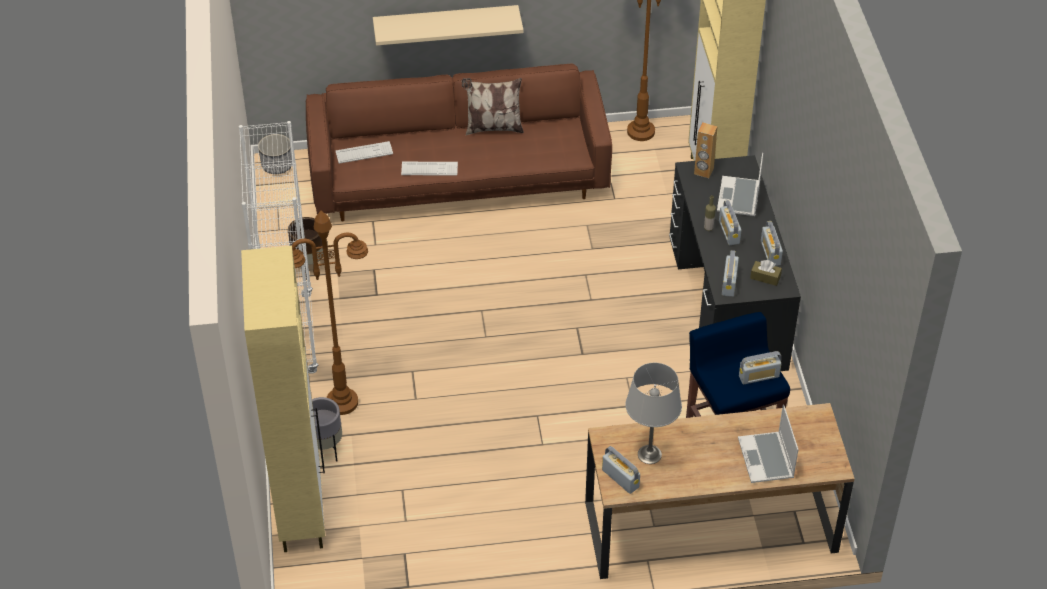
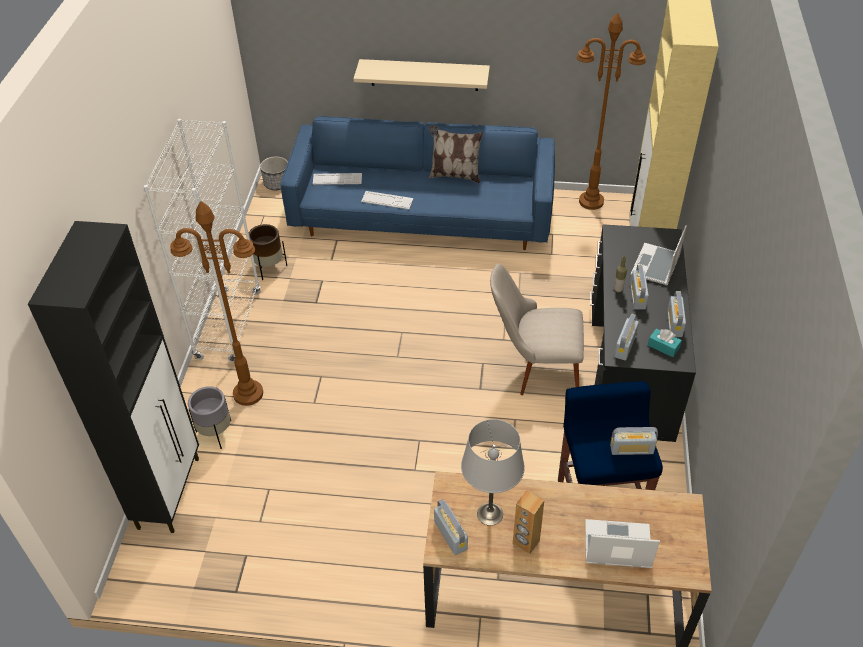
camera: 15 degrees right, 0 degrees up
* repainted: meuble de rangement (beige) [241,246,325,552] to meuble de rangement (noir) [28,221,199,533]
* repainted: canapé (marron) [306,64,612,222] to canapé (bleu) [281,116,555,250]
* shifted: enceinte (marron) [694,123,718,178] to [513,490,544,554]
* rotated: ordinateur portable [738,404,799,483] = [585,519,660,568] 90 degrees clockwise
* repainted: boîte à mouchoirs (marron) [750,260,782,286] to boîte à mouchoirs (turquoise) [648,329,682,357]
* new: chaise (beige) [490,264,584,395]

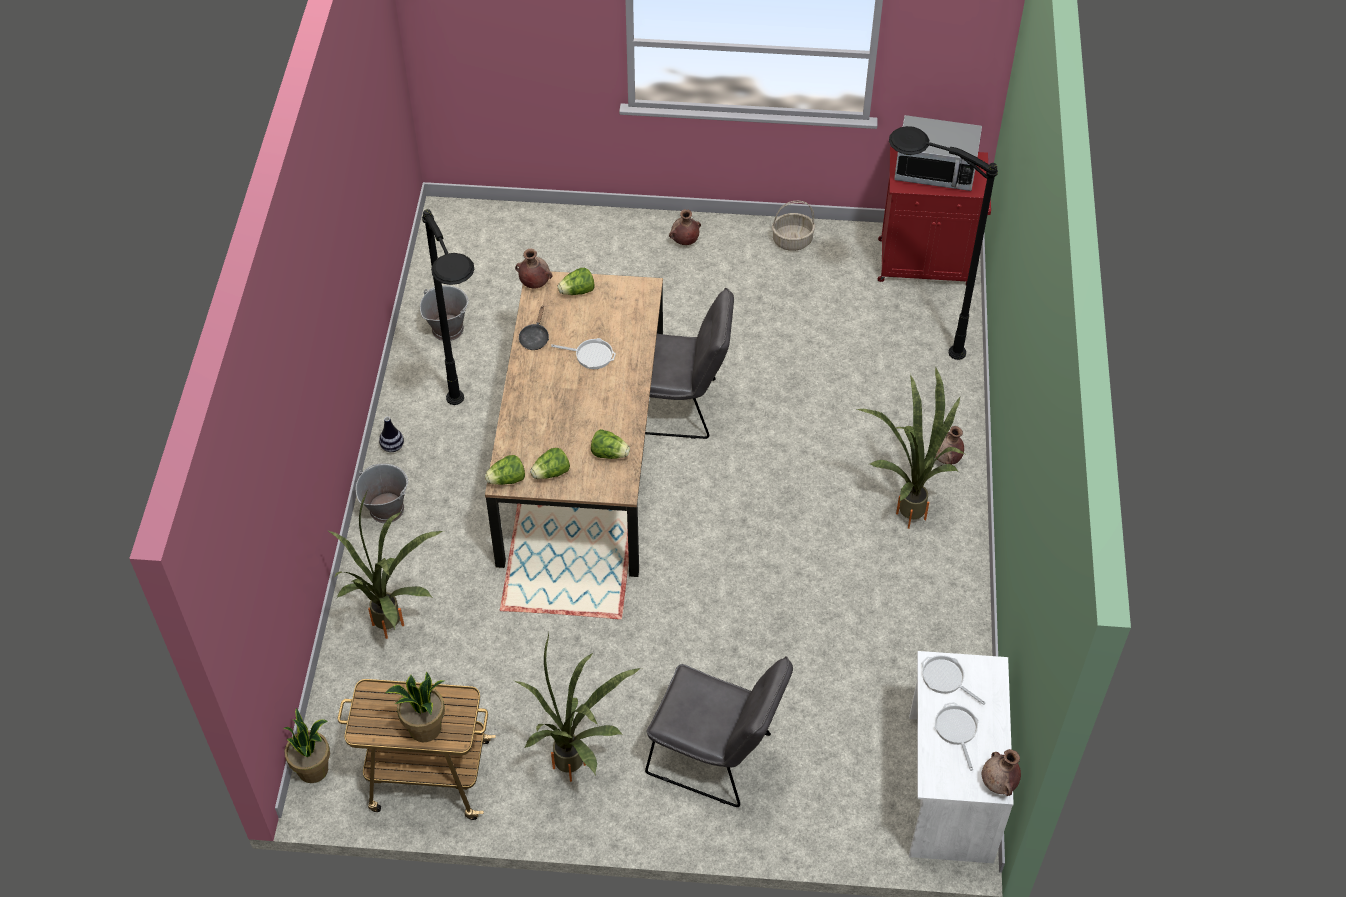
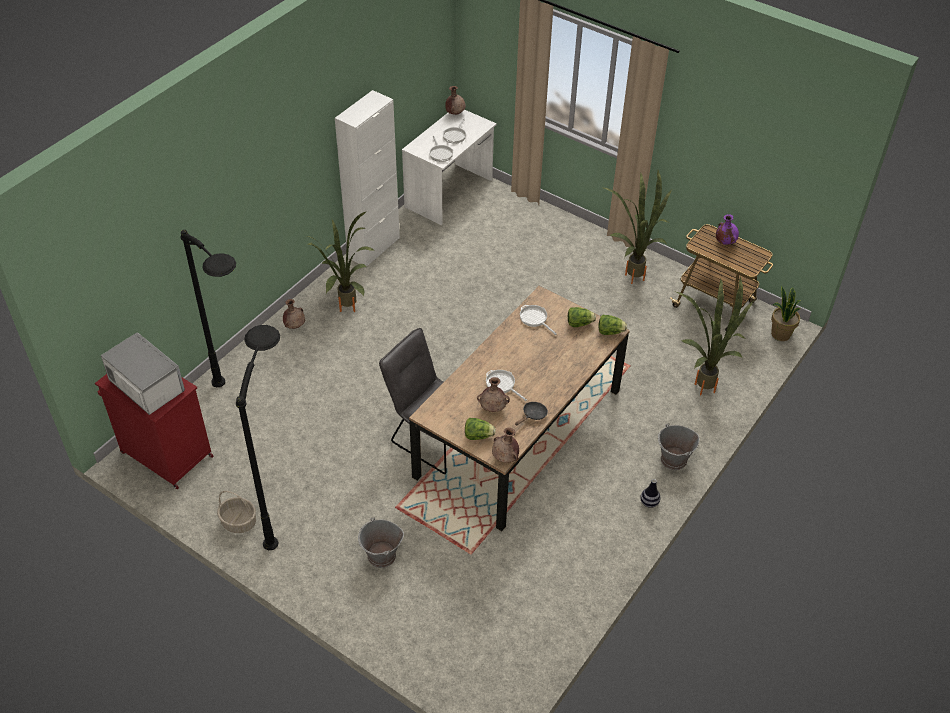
camera: 150 degrees left, 5 degrees down
* swapped: plante en pot [385,671,445,742] to vase (violet) [716,214,739,245]
* shifted: seau (gris) [420,285,469,341] to [358,517,404,568]
* shifted: lampadaire (noir) [422,209,474,405] to [236,325,280,550]
* swapped: laitue [591,429,630,459] to poêle [520,305,557,335]
* gone: chaise (gris) [645,656,793,807]
* shifted: vase (marron) [669,209,701,245] to [477,377,510,412]
* new: meuble de rangement (blanc) [335,90,400,266]

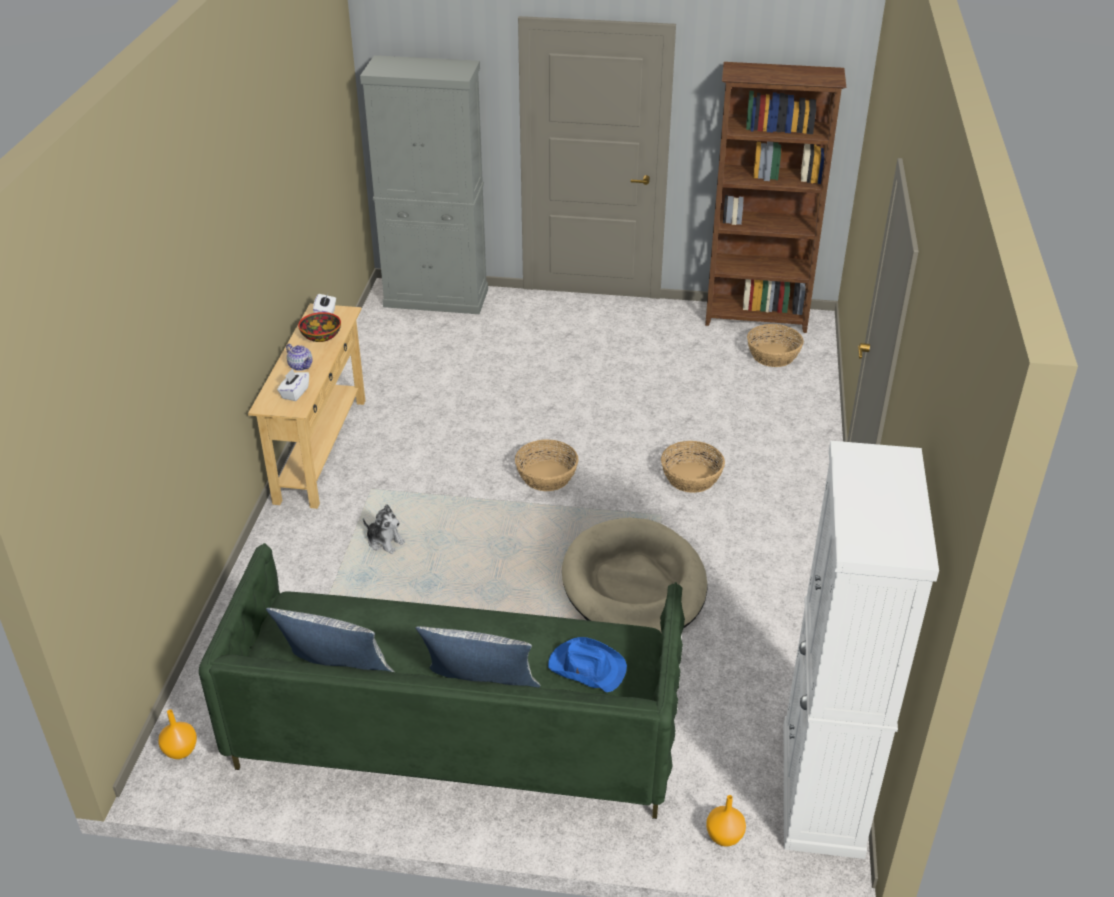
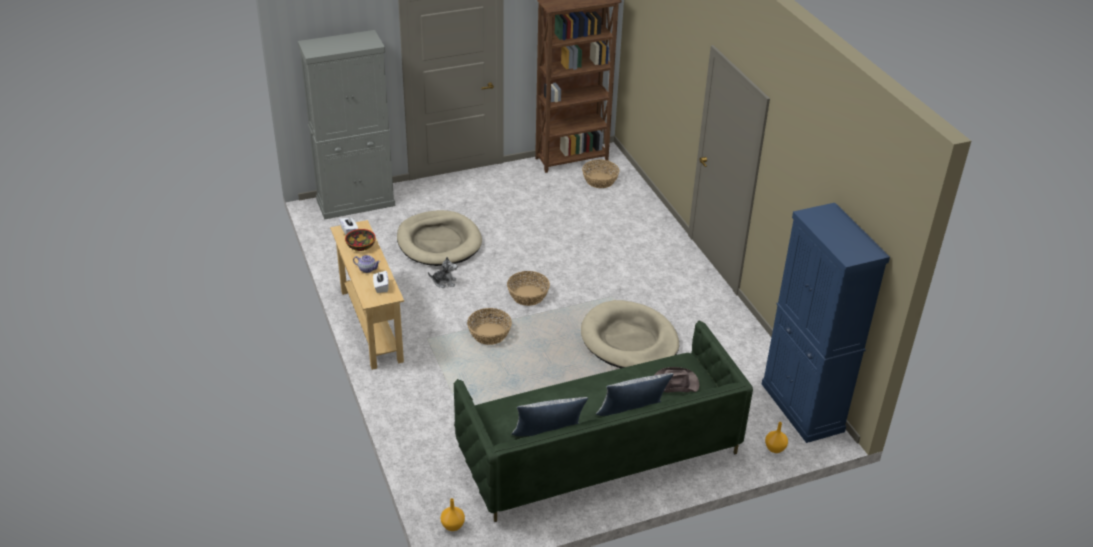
camera: 30 degrees left, 0 degrees up
* shifted: peluche [363,504,405,554] to [428,257,457,288]
* repainted: chapeau (bleu) [548,637,627,692] to chapeau (marron) [654,367,699,393]
* shifted: panier [661,441,725,493] to [467,308,512,345]
* repainted: meuble de rangement (blanc) [784,441,939,859] to meuble de rangement (bleu) [762,203,890,443]
* new: panier pour chien (beige) [397,210,482,266]

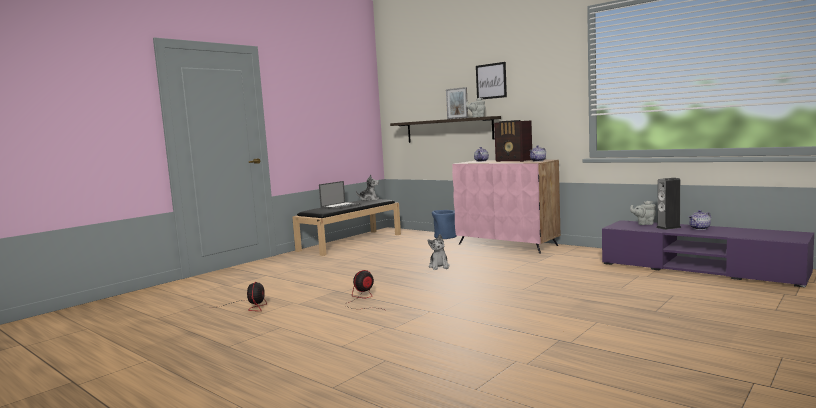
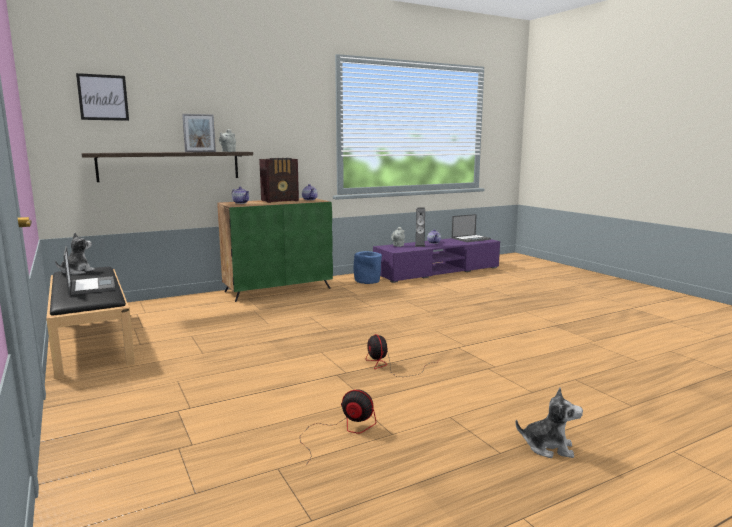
camera: 70 degrees left, 5 degrees up
* shifted: peluche [427,234,450,270] to [516,388,583,458]
* shifted: cache-pot (bleu) [432,210,456,239] to [353,251,382,284]
* repainted: meuble de rangement (rose) [452,160,561,254] to meuble de rangement (vert) [217,198,333,302]
* shifted: tableau [476,62,507,100] to [76,73,129,121]
* new: ordinateur portable [452,214,491,242]

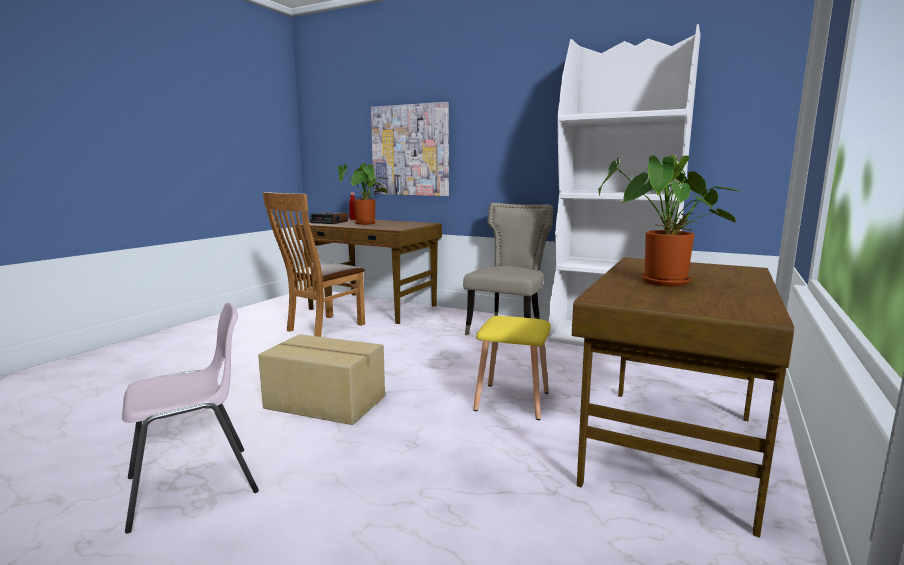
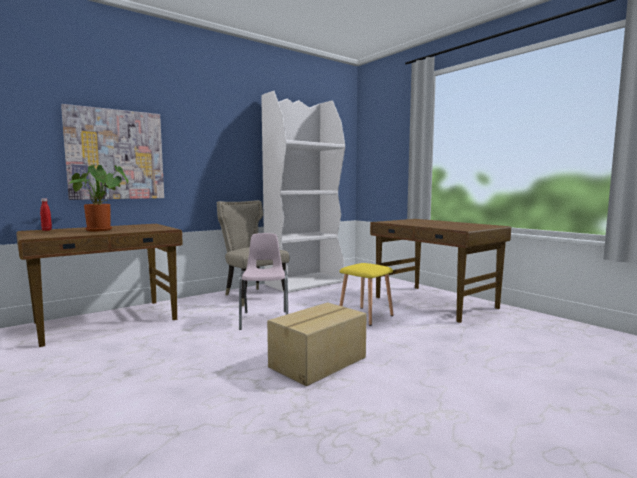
camera: 65 degrees left, 5 degrees down
* shifted: chaise (rose) [122,302,259,533] to [239,233,288,330]
* gone: chaise (marron) [263,192,365,337]
* gone: réveil [310,212,348,224]
* gone: plante en pot [598,154,741,287]

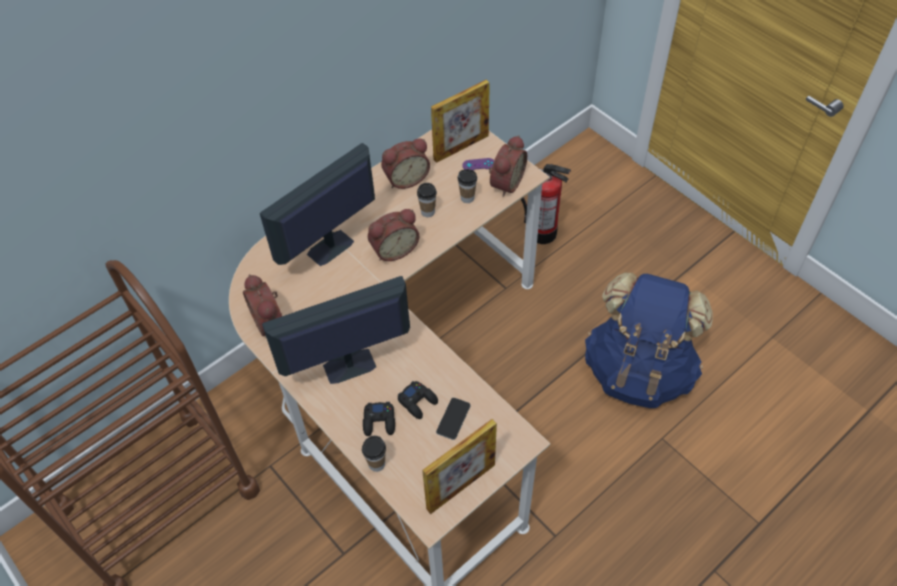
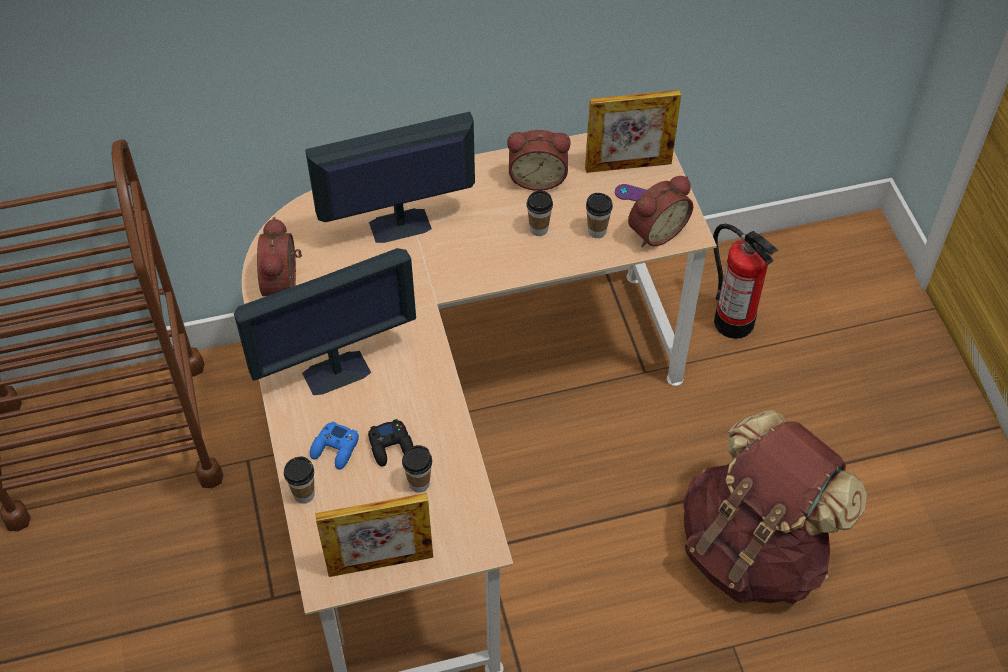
camera: 25 degrees right, 0 degrees up
* rotated: écran d'ordinateur [262,276,410,384] = [234,248,416,395] 150 degrees clockwise
* repainted: manette (noir) [363,402,395,436] to manette (bleu) [310,421,359,470]
* gone: réveil [368,209,419,261]
* swapped: téléphone [436,398,470,440] to tasse [402,445,432,493]
* repainted: sac à dos (bleu) [585,273,713,408] to sac à dos (marron) [683,410,867,605]

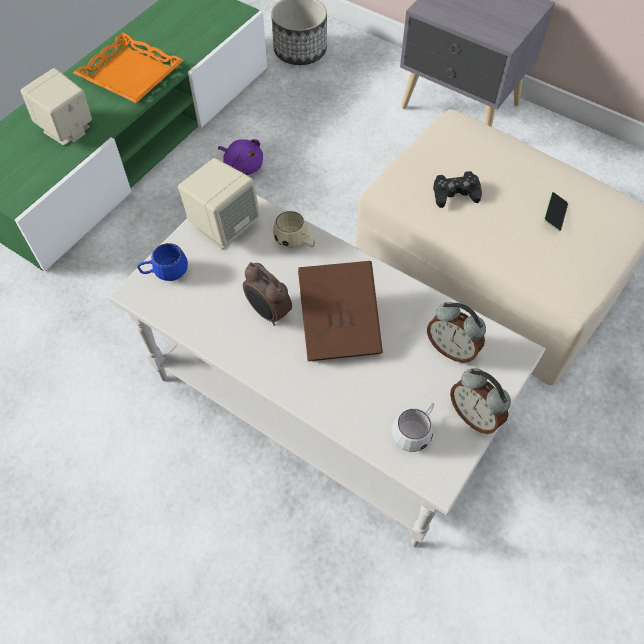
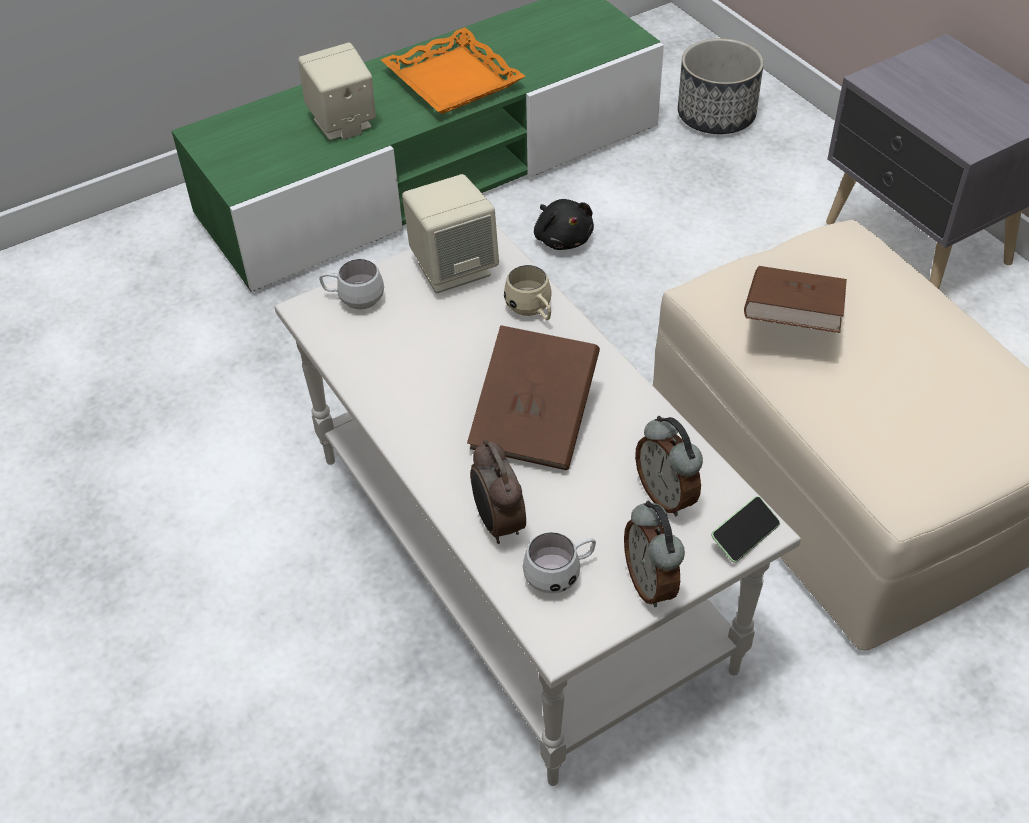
camera: 25 degrees right, 10 degrees down
* repainted: mug (bleu) [137,243,188,281] to mug (blanc) [319,259,384,310]
* repainted: peluche (violet) [218,139,263,175] to peluche (noir) [534,199,594,250]
* shifted: réveil [243,262,292,326] to [470,439,526,544]
* swapped: manette (noir) [433,171,482,208] to livre (marron) [744,266,847,333]
* shifted: téléphone [544,192,568,231] to [711,496,780,563]

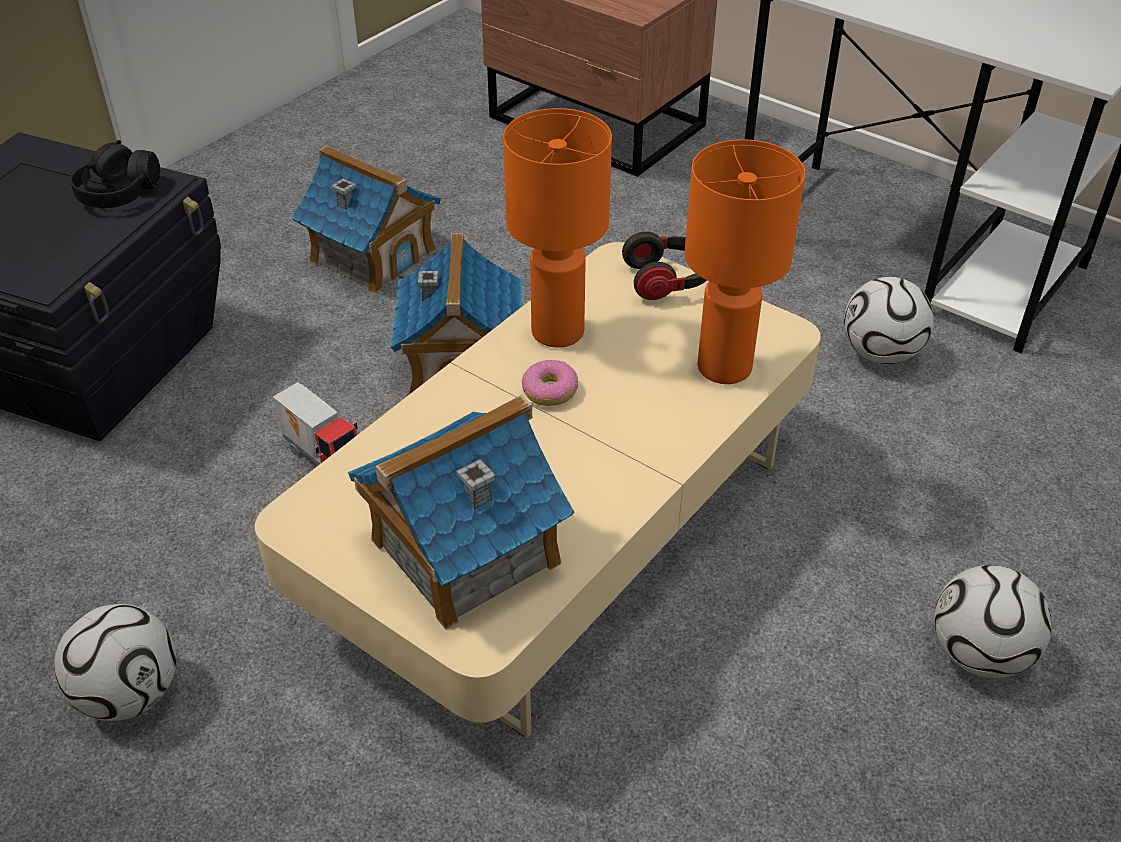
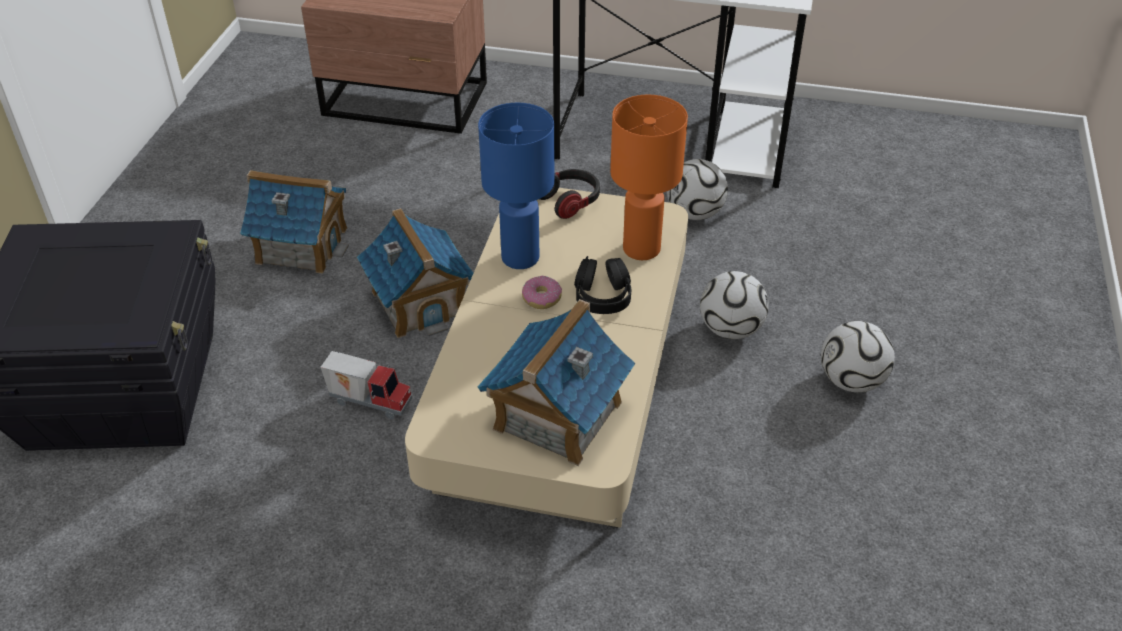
camera: 25 degrees left, 0 degrees up
* shifted: ballon de foot [54,604,176,721] to [700,271,769,339]
* shifted: casque audio (noir) [70,140,161,208] to [574,256,632,314]
* repainted: lampe de table (orange) [503,108,612,348] to lampe de table (bleu) [478,103,555,269]

